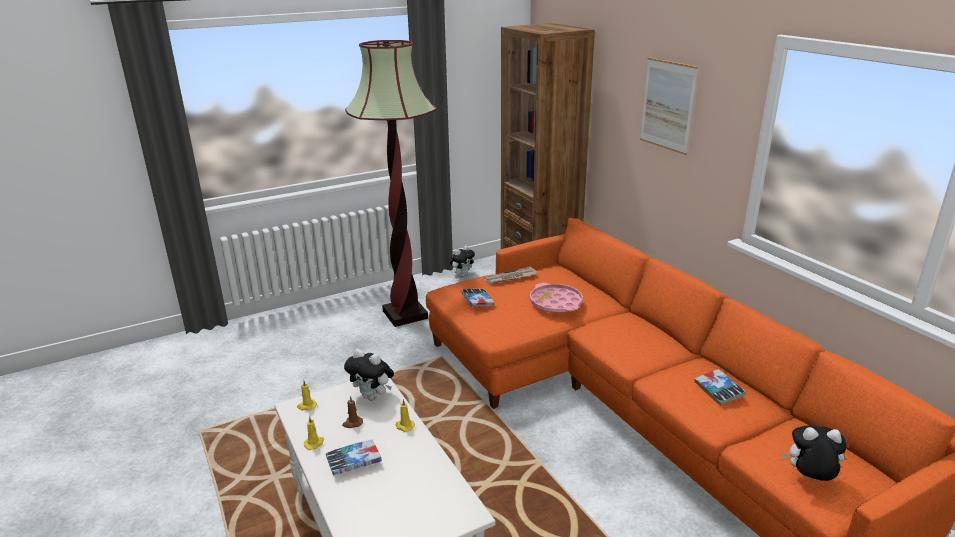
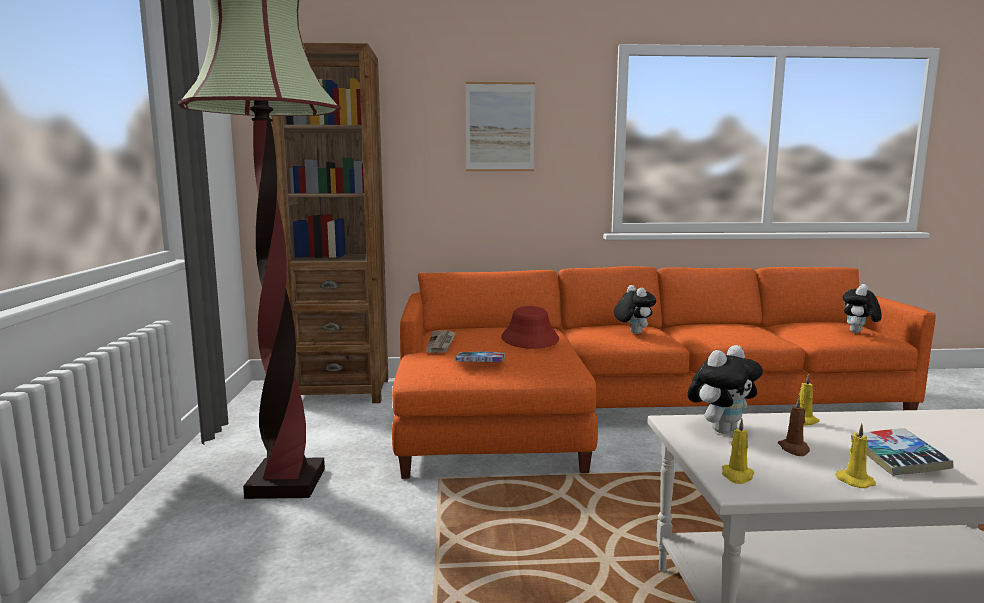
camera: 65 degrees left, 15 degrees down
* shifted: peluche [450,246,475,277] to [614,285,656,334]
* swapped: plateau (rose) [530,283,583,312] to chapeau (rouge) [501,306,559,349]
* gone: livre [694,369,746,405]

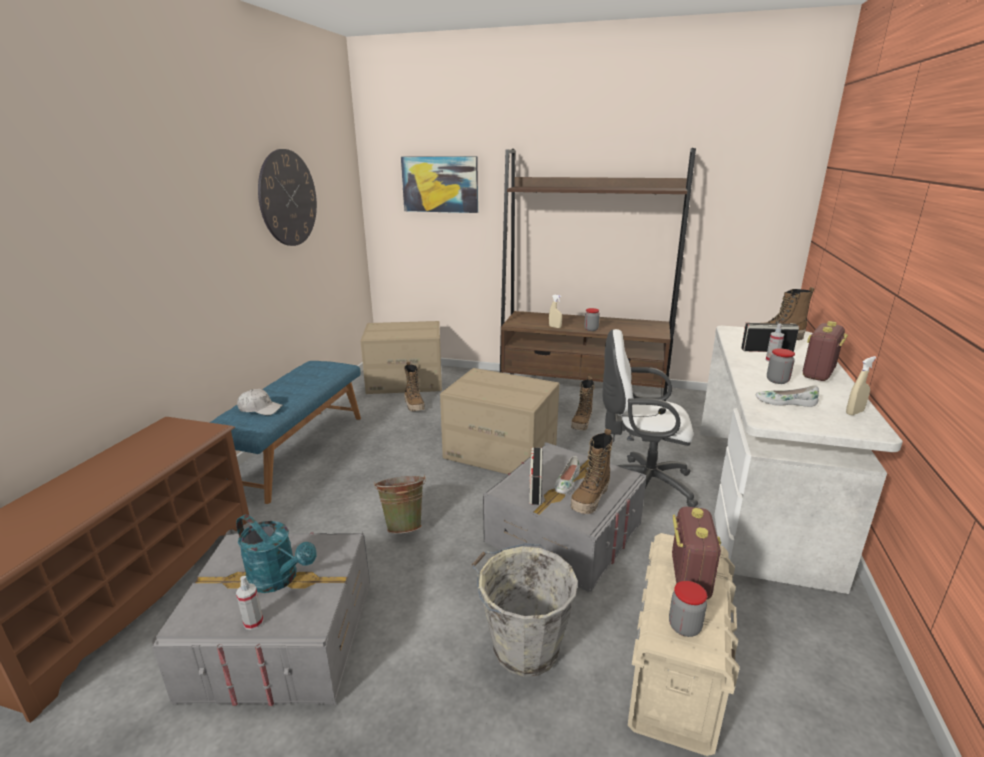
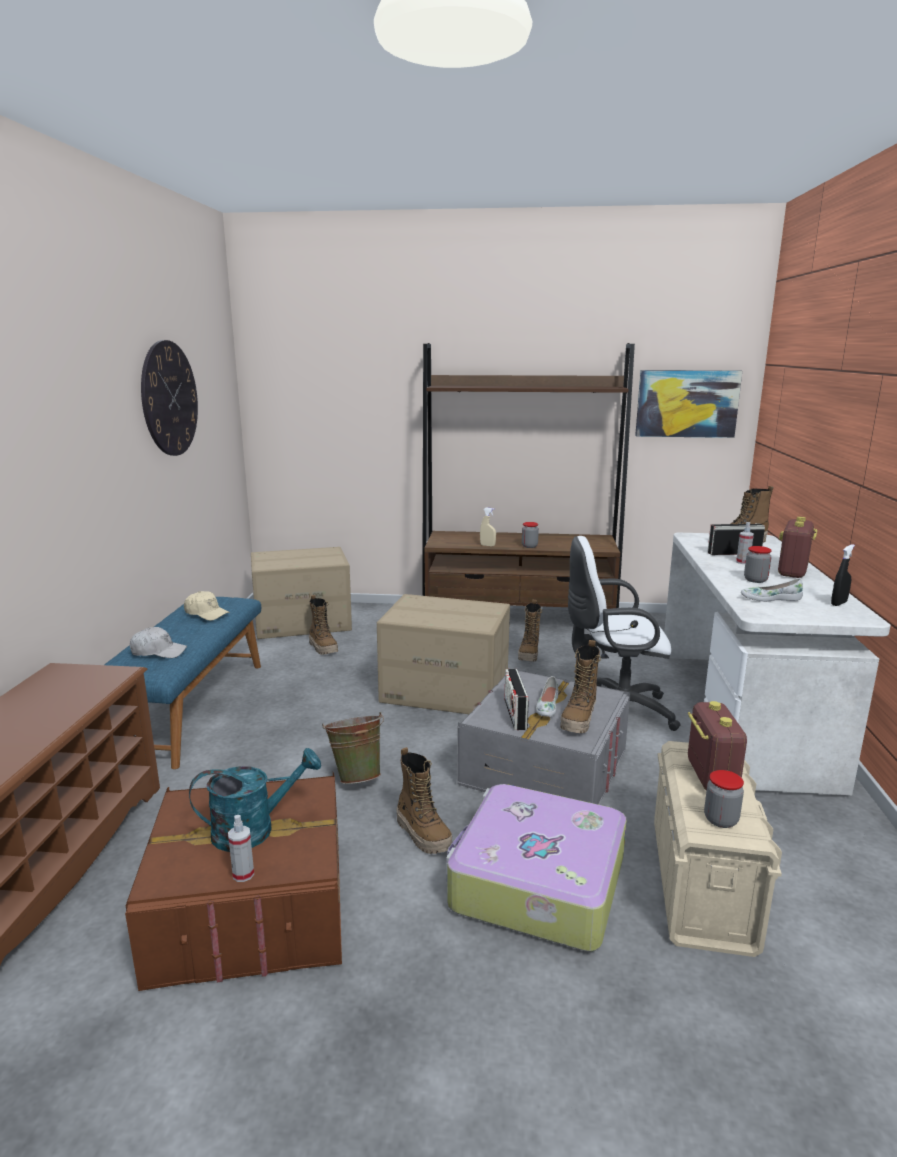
camera: 10 degrees left, 5 degrees down
* repainted: boîte de rangement (gris) [152,531,370,706] to boîte de rangement (marron) [125,772,342,991]
* rotated: arrosoir (turquoise) [236,514,316,593] = [189,748,321,852] 45 degrees counterclockwise
* shifted: tableau [401,156,478,213] to [635,370,742,438]
* swapped: seau (gris) [472,544,578,677] to valise [446,784,626,952]
* repainted: vaporisateur (beige) [846,356,876,415] to vaporisateur (noir) [831,544,855,606]
* new: casquette (beige) [184,591,230,621]
* new: botte [396,747,453,854]

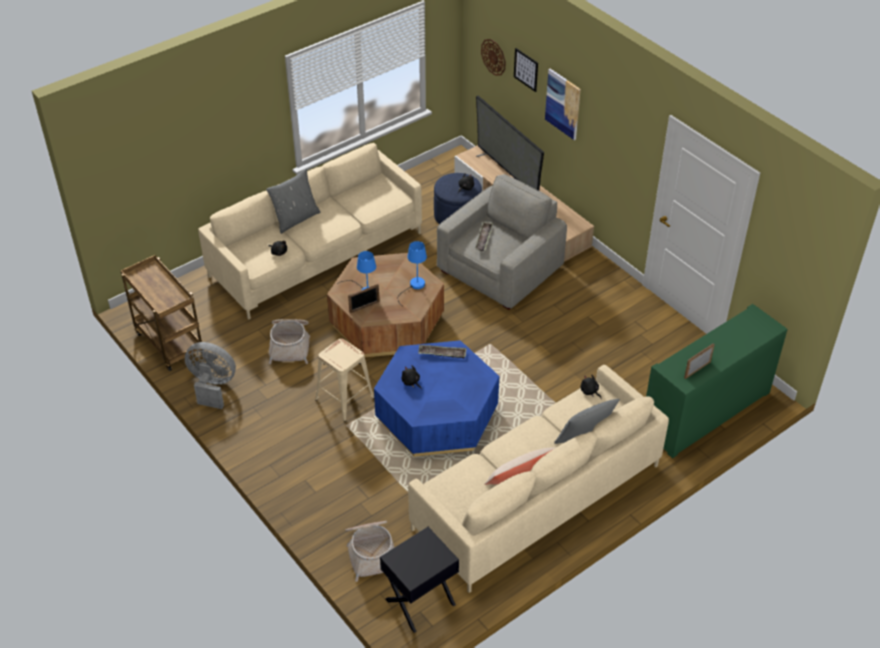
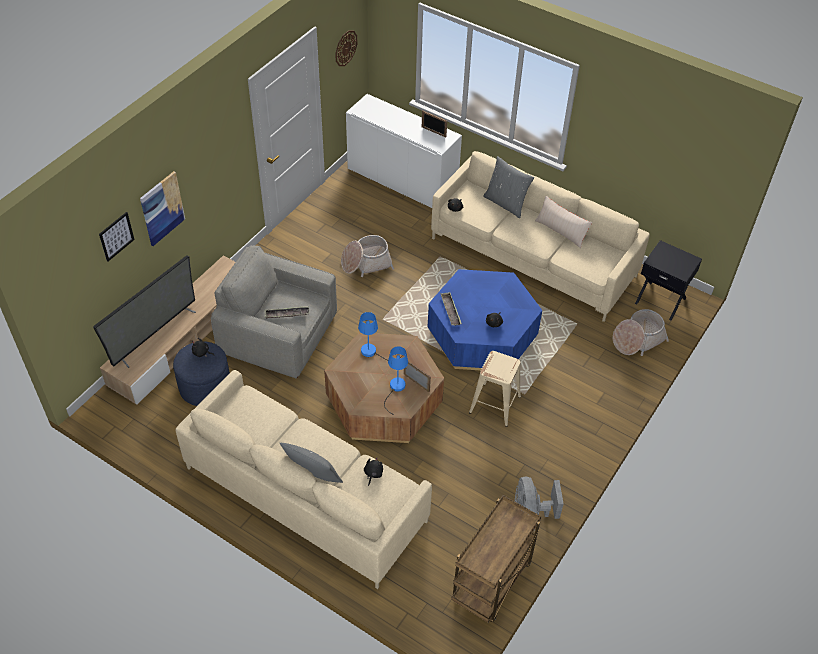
camera: 110 degrees left, 5 degrees up
* shifted: panier [269,319,310,364] to [341,235,394,277]
* shifted: horloge murale [481,39,506,76] to [335,30,357,66]
* repainted: meuble de rangement (vert) [646,304,788,458] to meuble de rangement (blanc) [346,94,462,208]

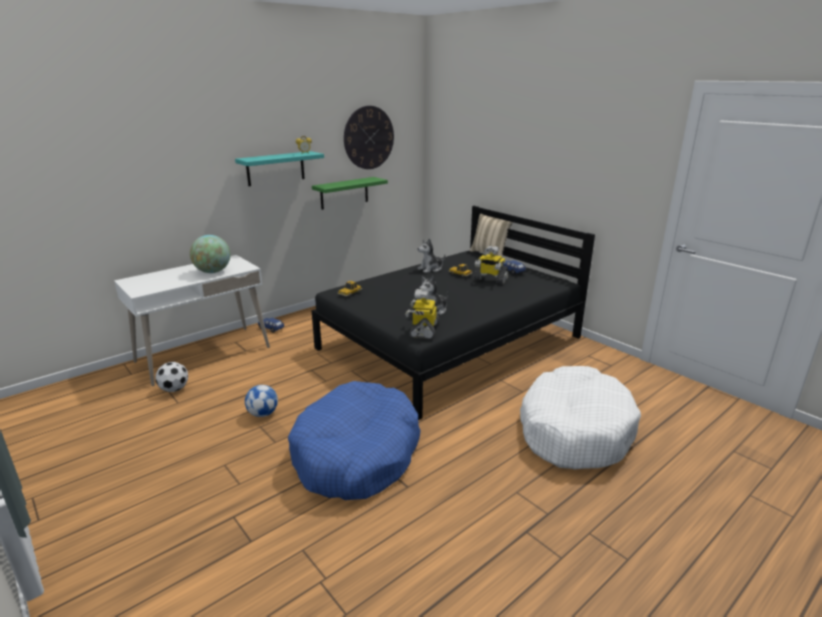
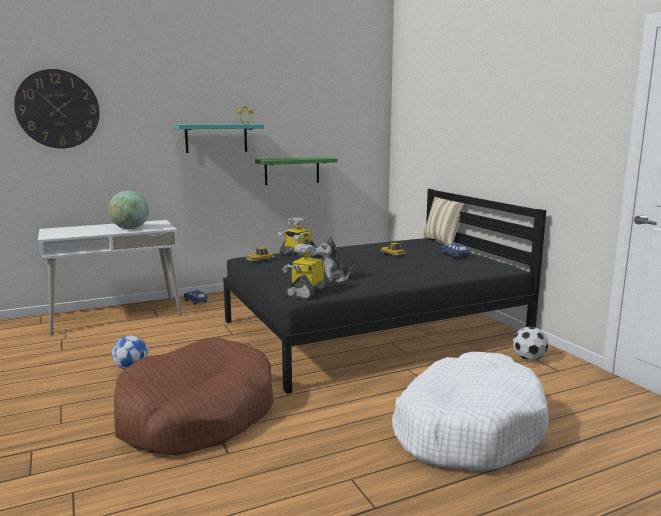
camera: 15 degrees right, 10 degrees down
* shifted: ballon de foot [155,362,188,392] to [513,327,548,361]
* repainted: panier pour chien (bleu) [288,381,421,500] to panier pour chien (marron) [114,338,274,456]
* shifted: horloge murale [344,106,394,169] to [14,69,100,148]
* gone: peluche [418,238,445,273]
* shifted: robot jouet [474,246,509,284] to [277,217,317,258]

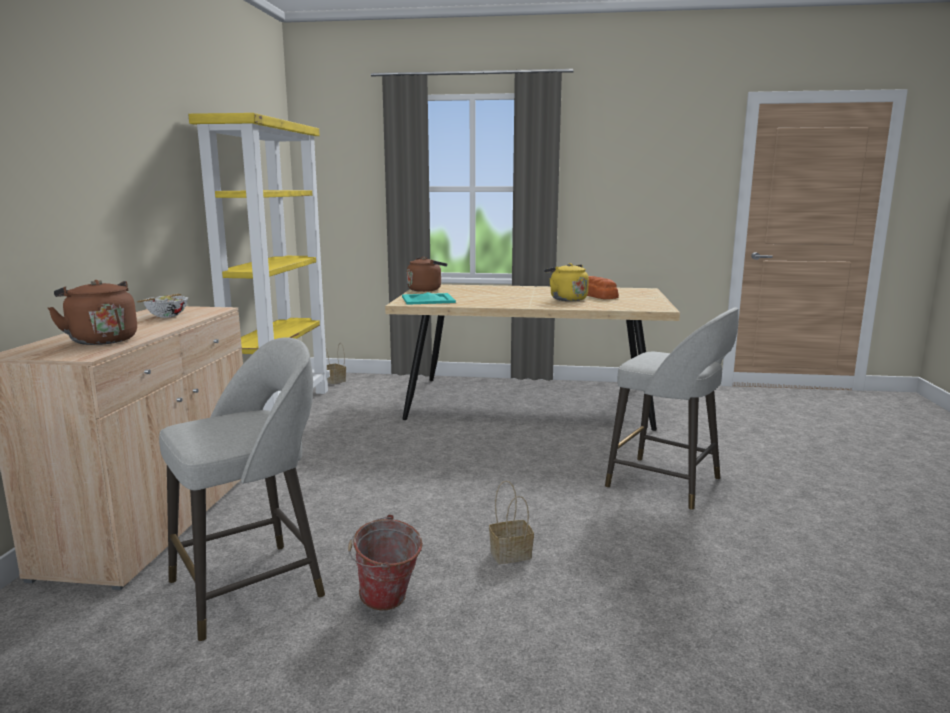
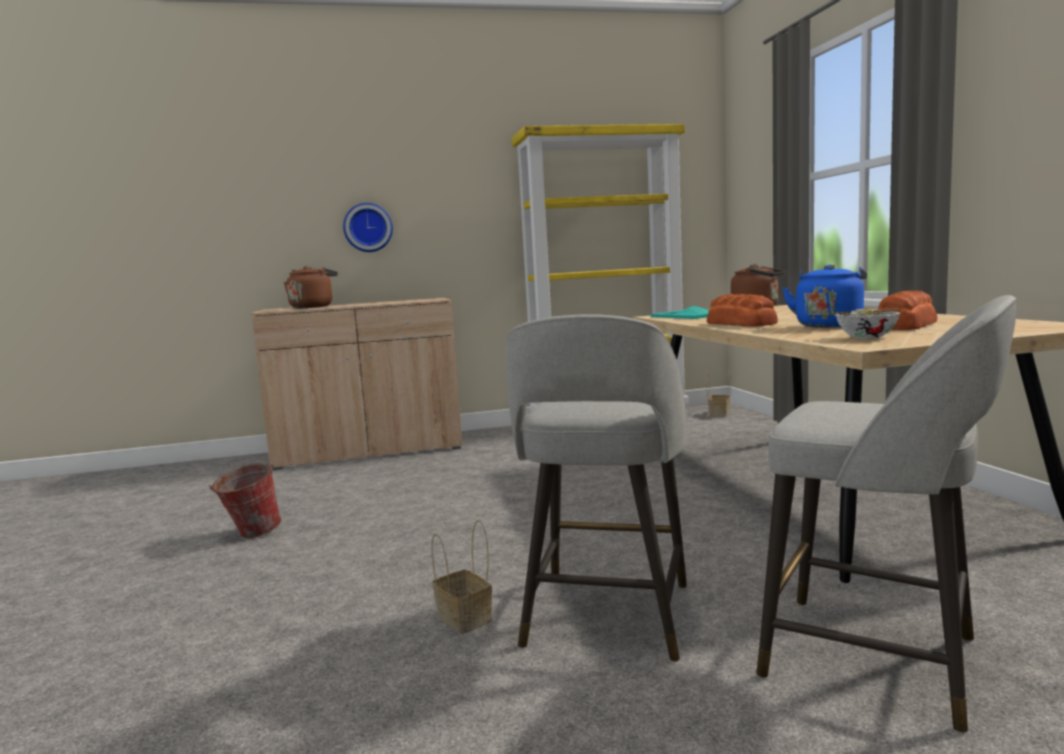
camera: 70 degrees right, 5 degrees down
* shifted: bol [136,294,188,318] to [826,308,901,339]
* shifted: tabouret (gris) [159,337,325,641] to [757,295,1016,733]
* shifted: panier [489,481,534,564] to [432,520,492,634]
* repainted: bouilloire (jaune) [544,263,589,301] to bouilloire (bleu) [782,264,867,328]
* new: horloge murale [343,203,393,252]
* new: pain [707,294,778,327]

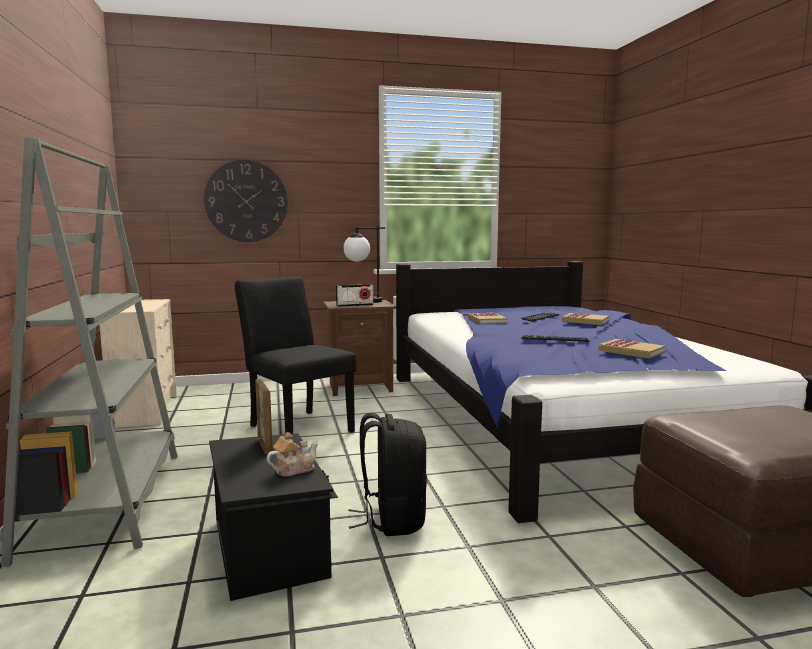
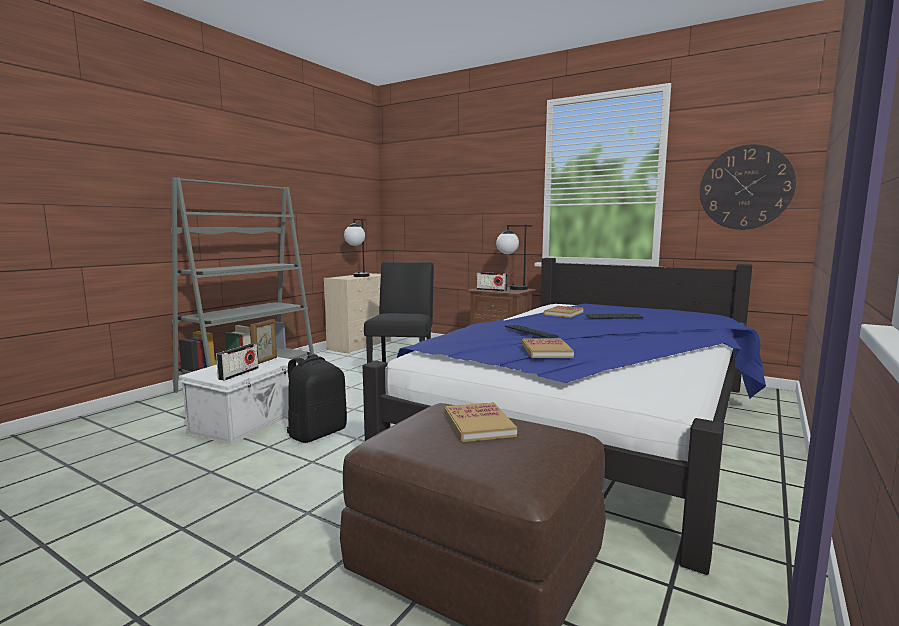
camera: 45 degrees right, 0 degrees up
* shifted: horloge murale [204,160,288,242] to [700,144,796,230]
* repainted: boîte de rangement (noir) [209,433,338,601] to boîte de rangement (blanc) [178,357,298,444]
* swapped: théière [267,432,319,476] to radio [216,344,259,380]
* shifted: livre [562,313,609,325] to [445,402,517,442]
* new: lampe de table [344,218,370,277]

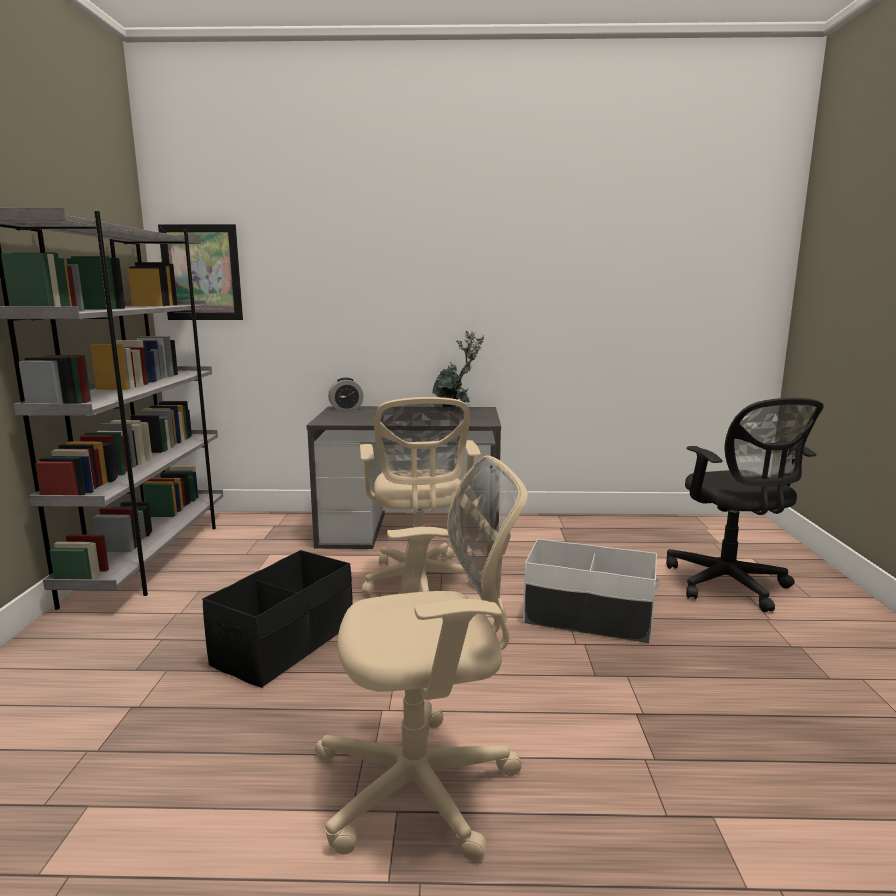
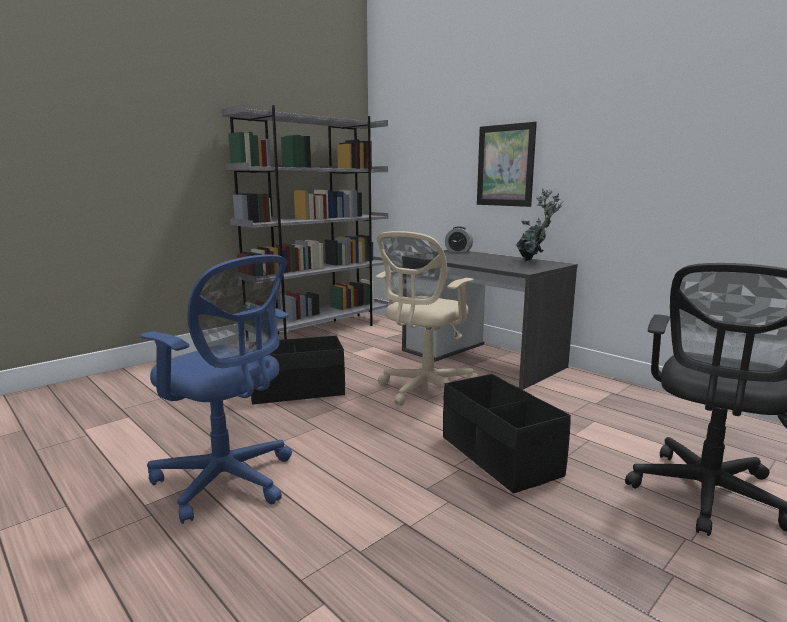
camera: 45 degrees right, 0 degrees up
* shifted: tableau [158,224,243,320] to [477,122,537,207]
* repainted: chaise de bureau (beige) [315,455,528,861] to chaise de bureau (bleu) [140,255,292,524]
* repainted: boîte de rangement (blanc) [523,539,660,643] to boîte de rangement (noir) [443,374,571,494]

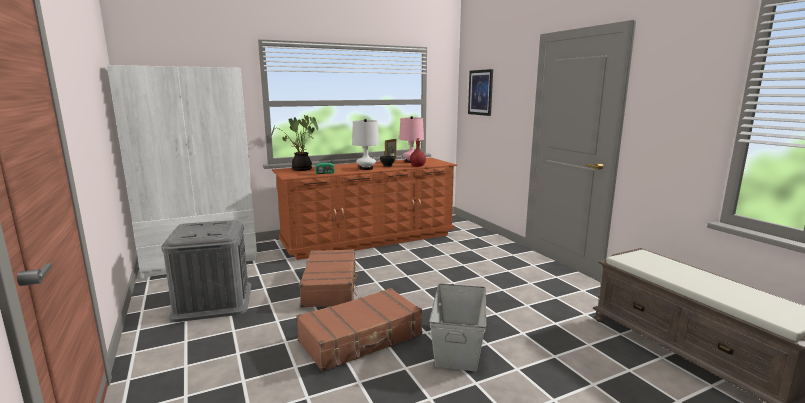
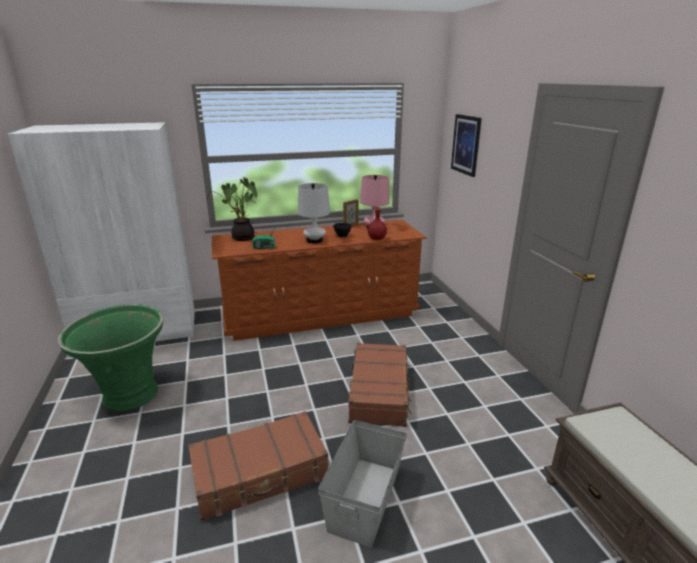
camera: 10 degrees right, 10 degrees up
* swapped: boîte de rangement (gris) [161,220,251,322] to cache-pot (vert) [58,304,163,412]
* shifted: valise (marron) [299,249,358,308] to [348,343,412,427]

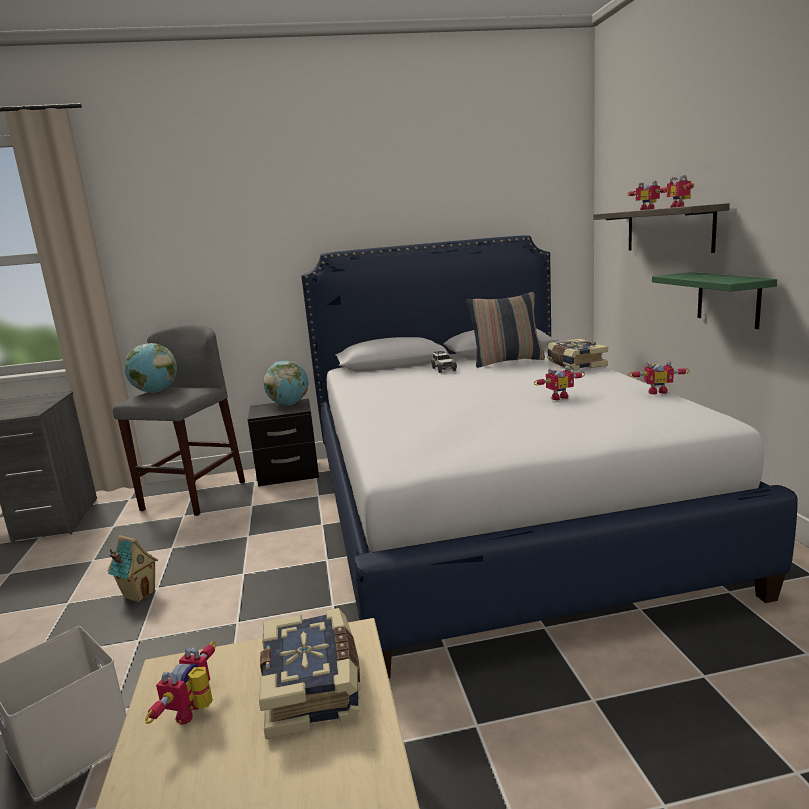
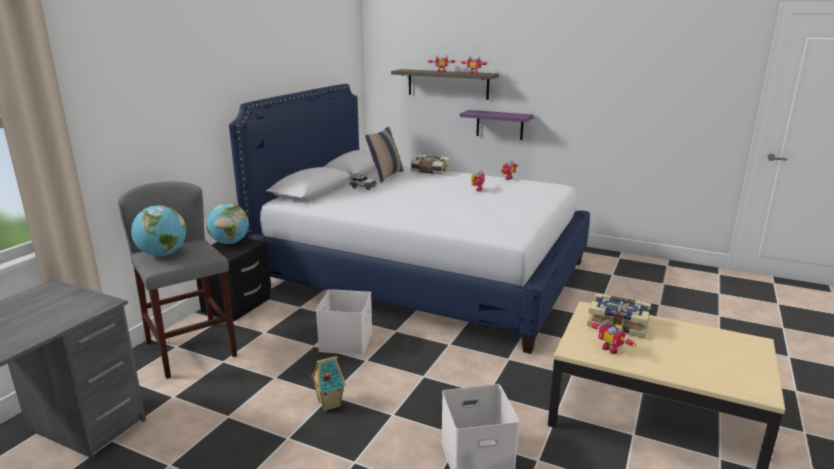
camera: 55 degrees left, 5 degrees up
* repainted: étagère (vert) [652,272,777,329] to étagère (violet) [460,110,534,140]
* new: boîte de rangement (blanc) [316,289,372,355]

